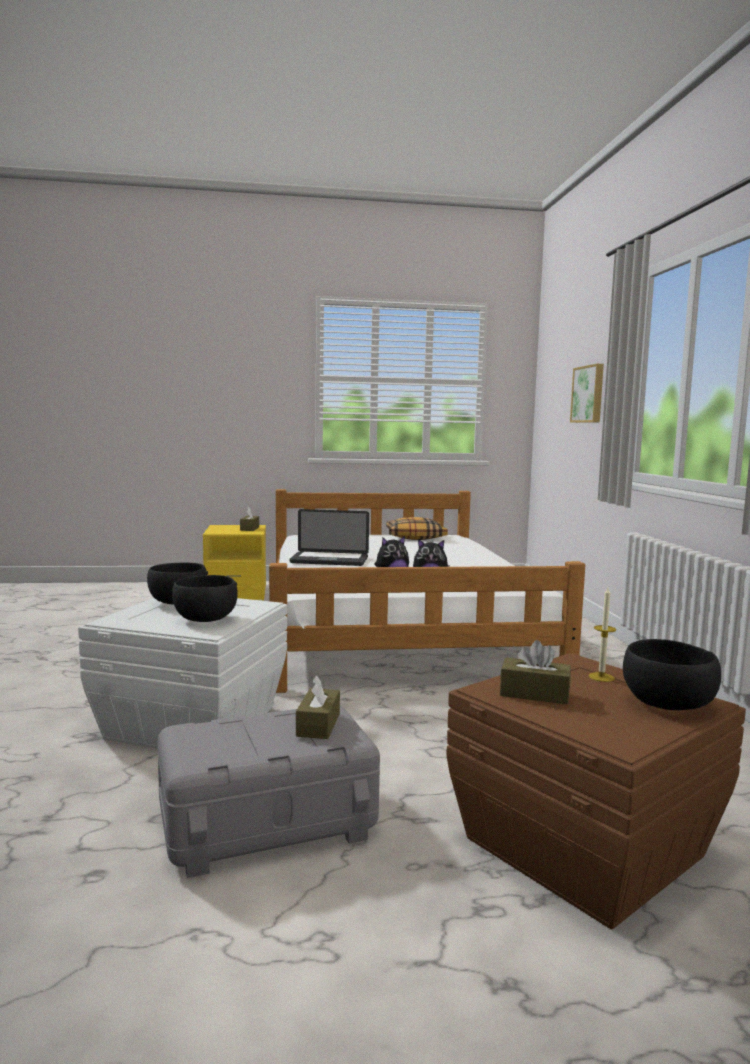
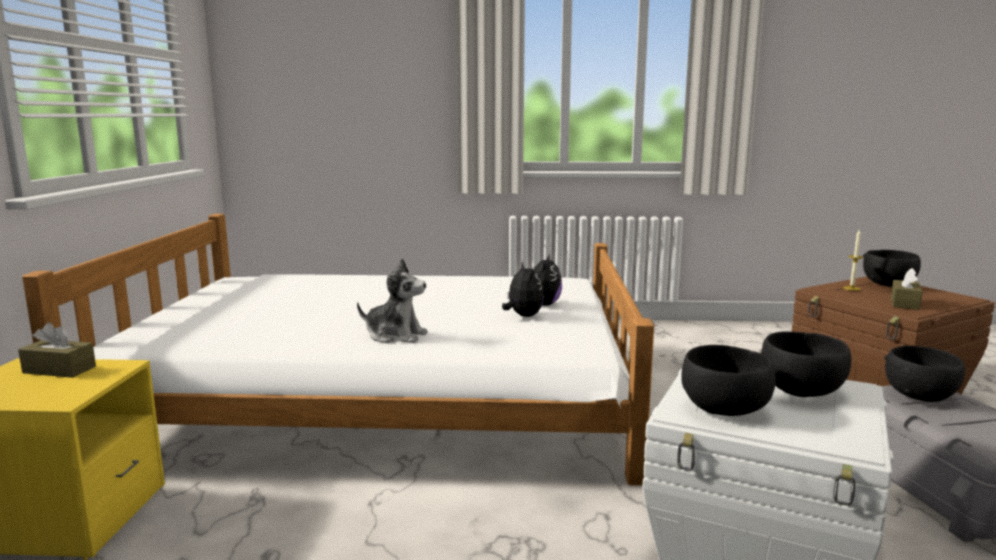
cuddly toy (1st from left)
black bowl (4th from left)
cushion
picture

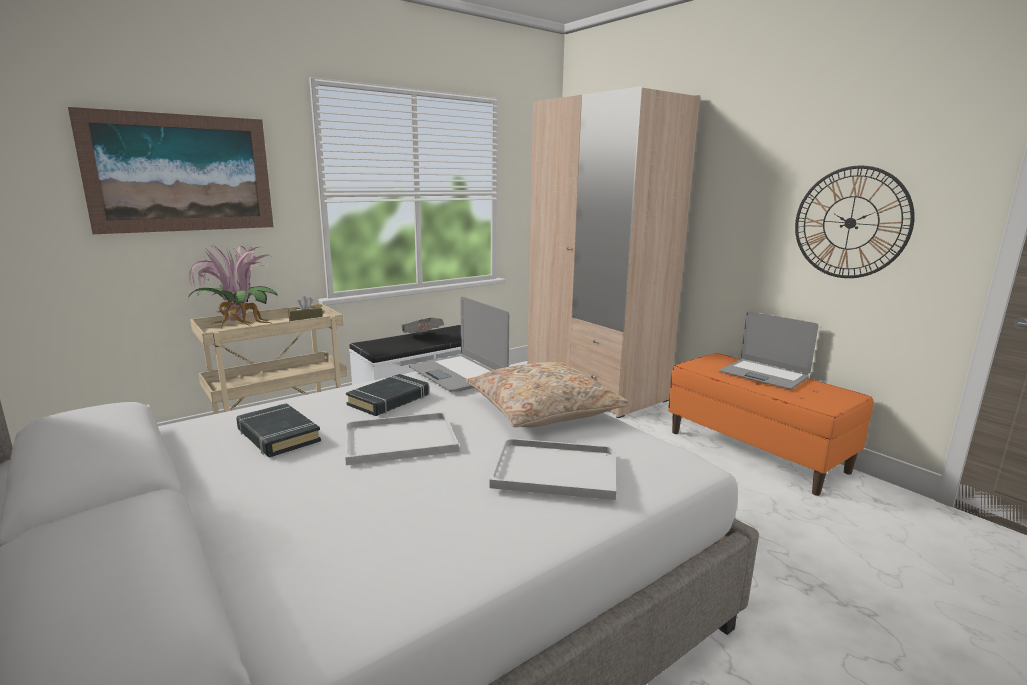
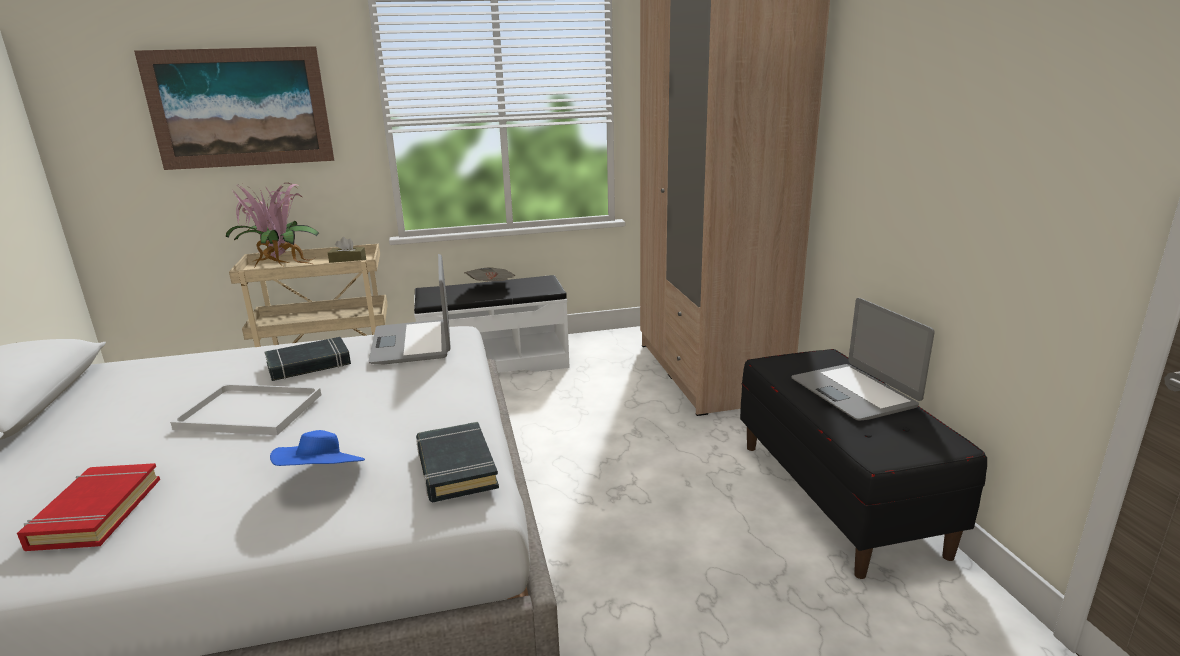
red volume
blue wearable hat
black volume (2nd from left)
black bench
beige-coloured cushion
wall clock

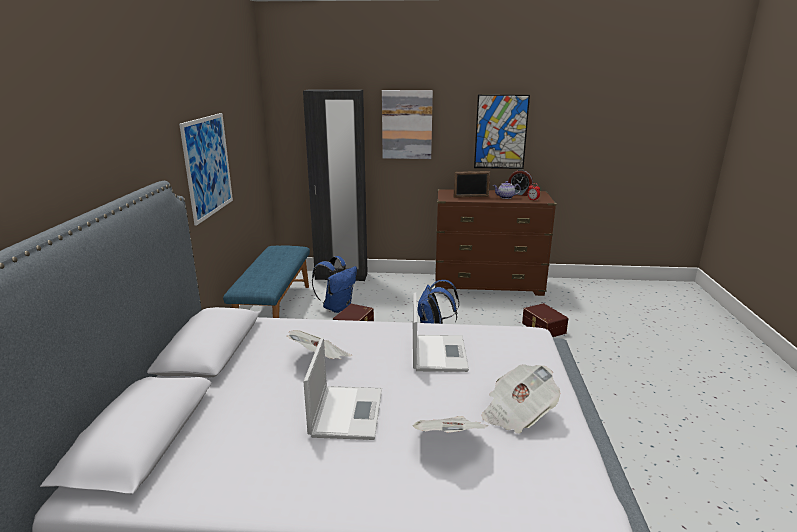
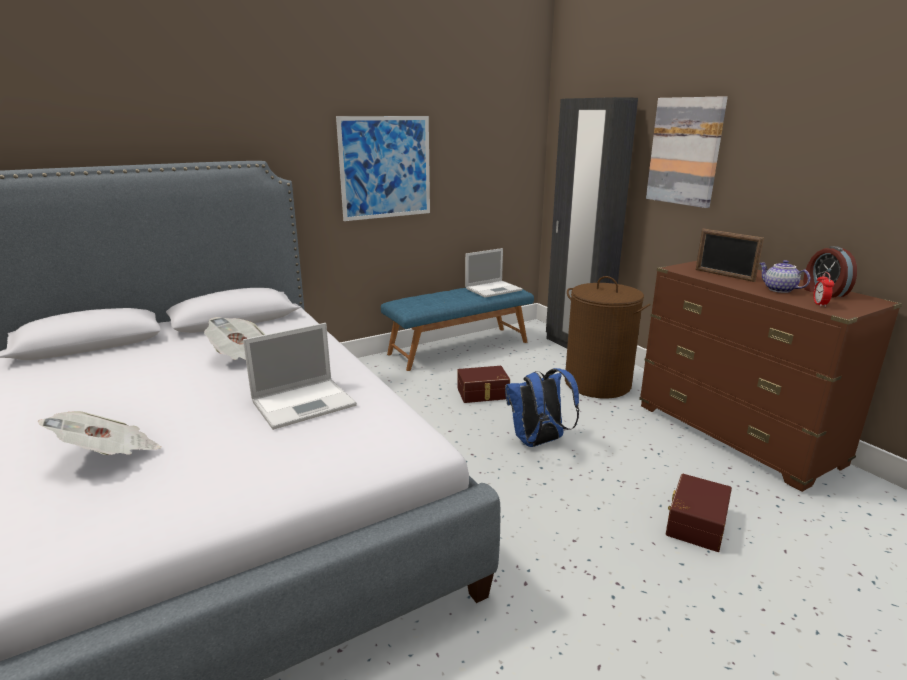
notebook computer (2nd from left)
brownish washing basket
blue backpack (1st from left in the first image)
picture (3rd from left in the first image)
printed paper (3rd from left in the first image)

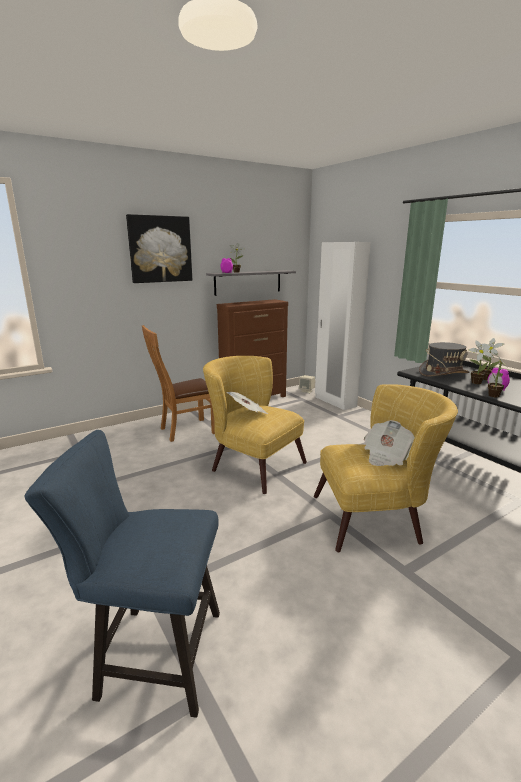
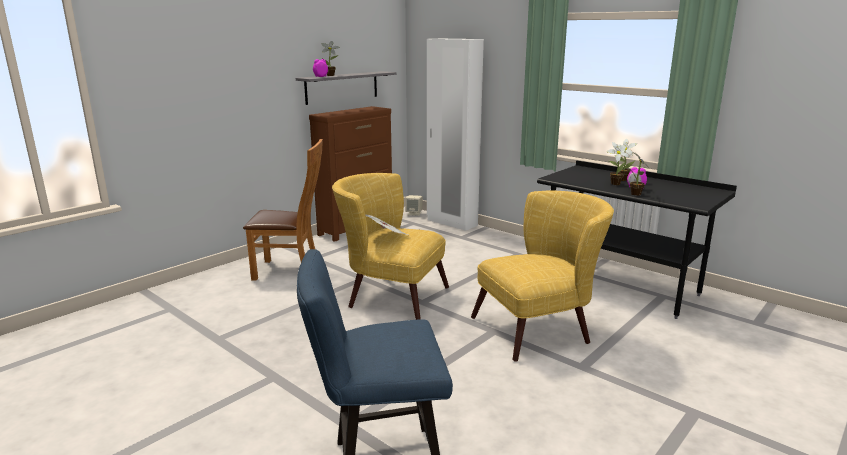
brownish upright chair
picture
printed paper (2nd from left in the first image)
grey wearable hat

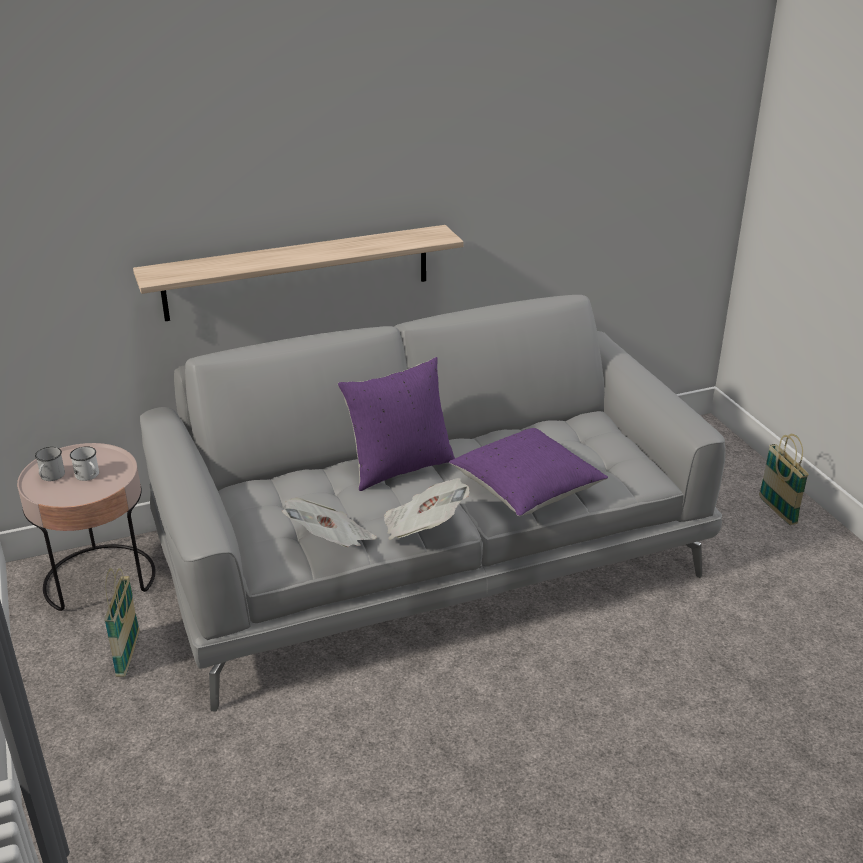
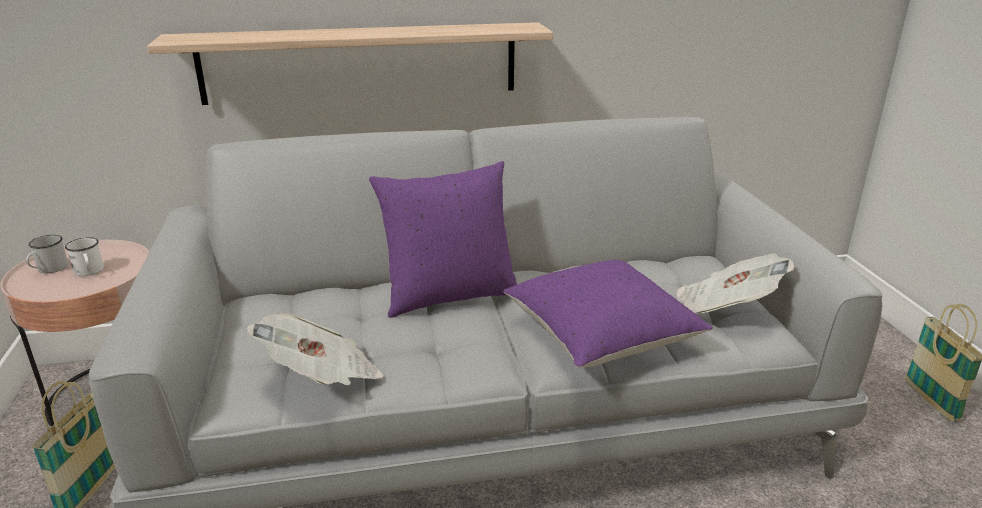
printed paper (2nd from left)

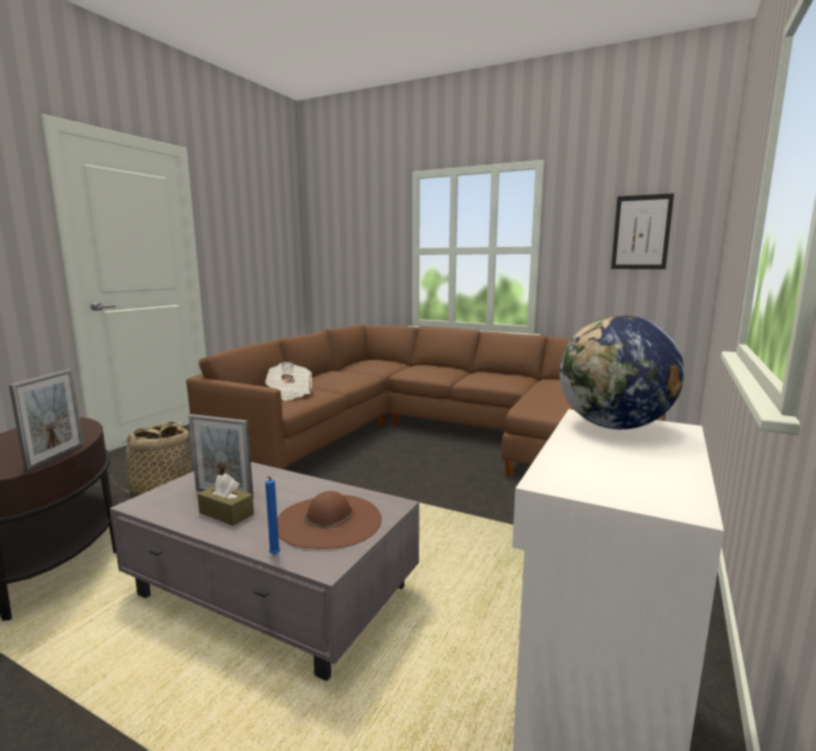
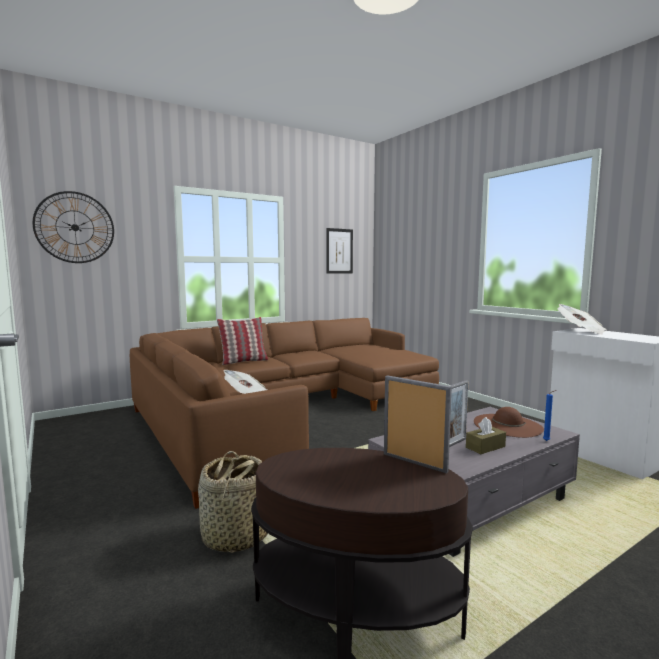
wall clock
cushion
printed paper (2nd from left)

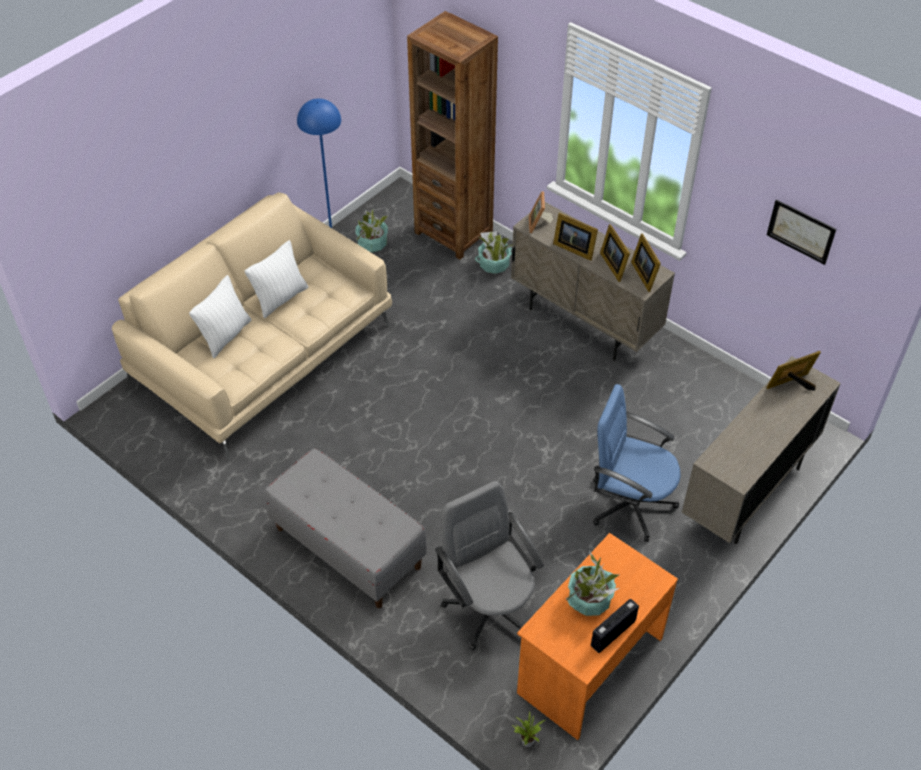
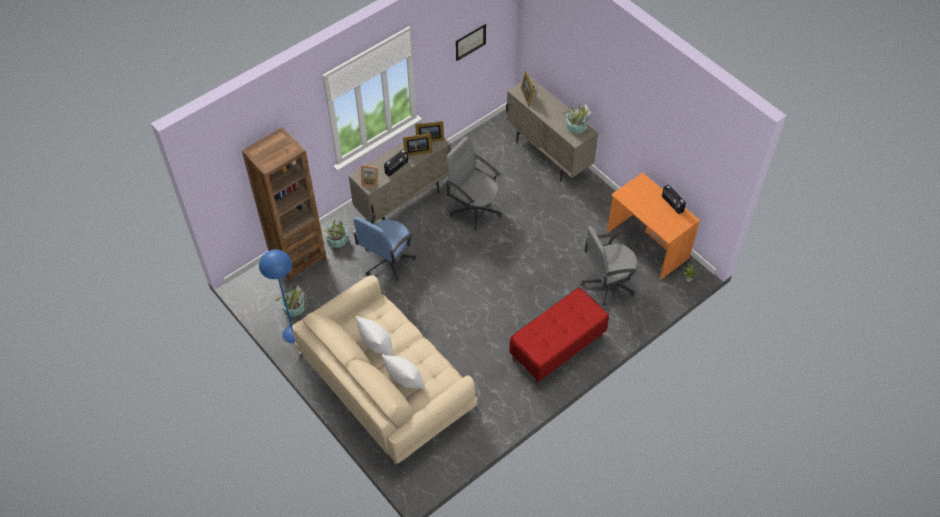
blue desk chair
radio (1st from left)
grey desk chair (1st from left)
red bench
potted plant (3rd from left)

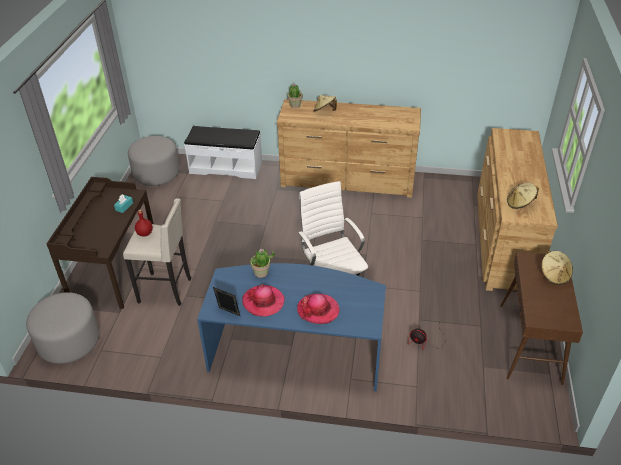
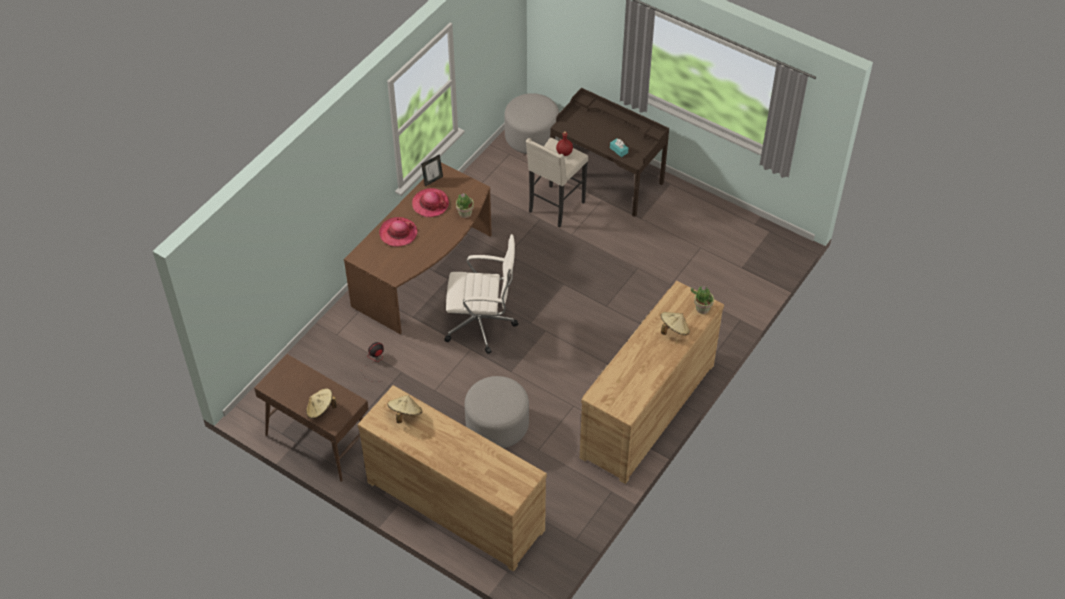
brownish desk table (1st from left)
grey ottoman (1st from left)
white-coloured bench

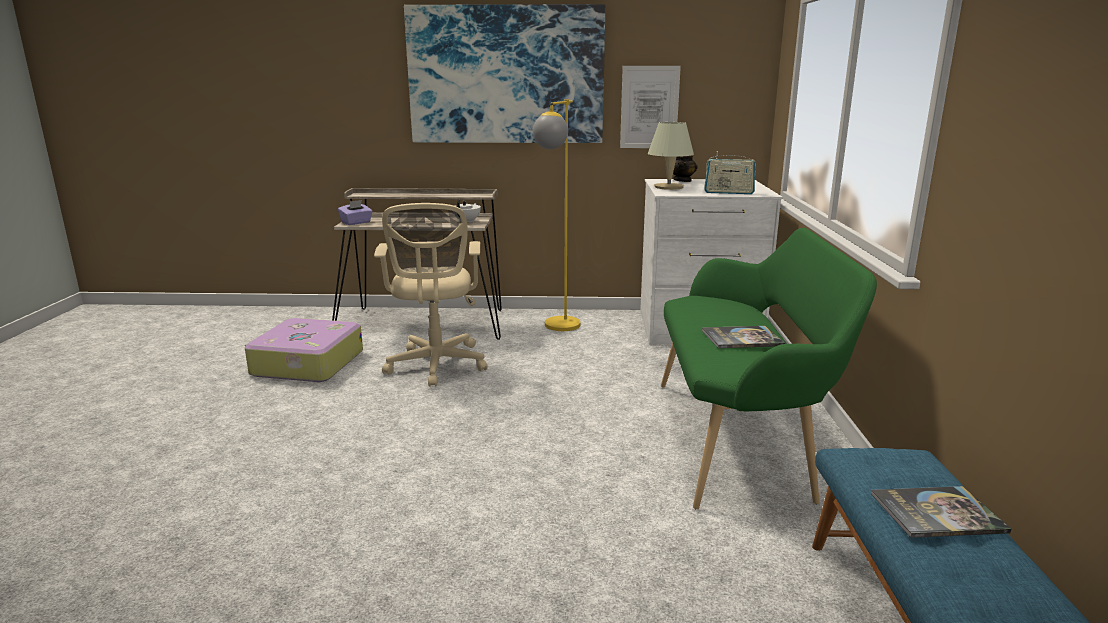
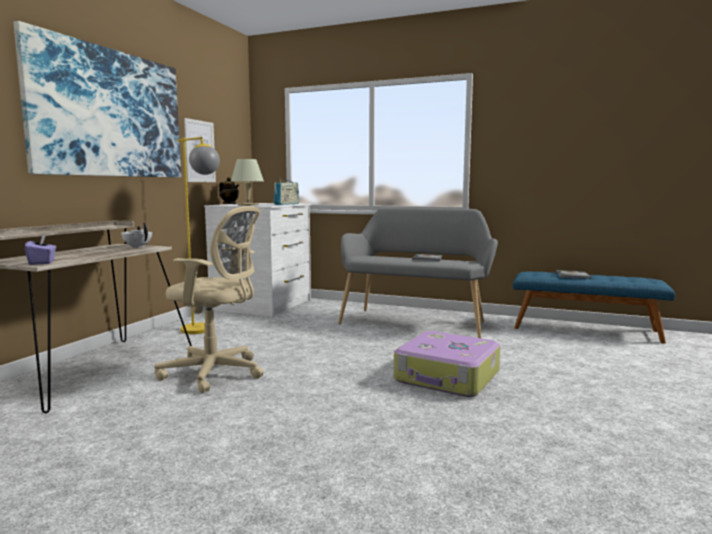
grey bench
piece of luggage

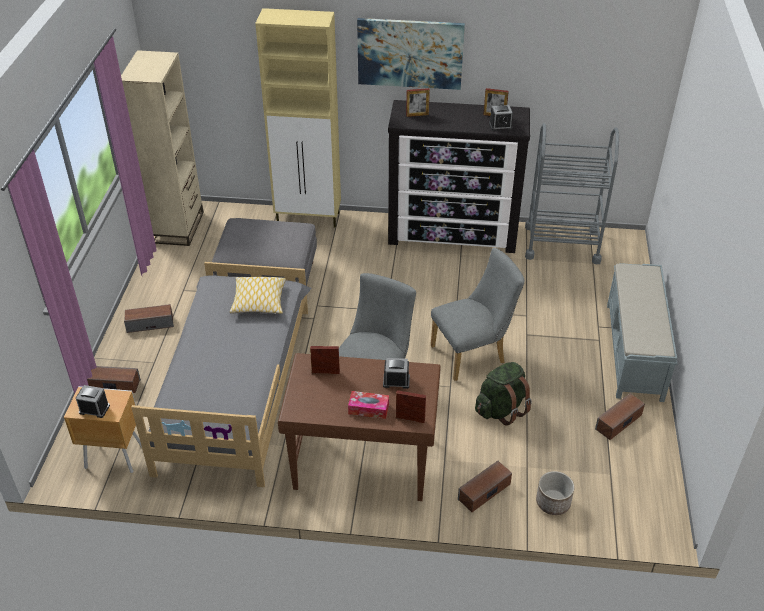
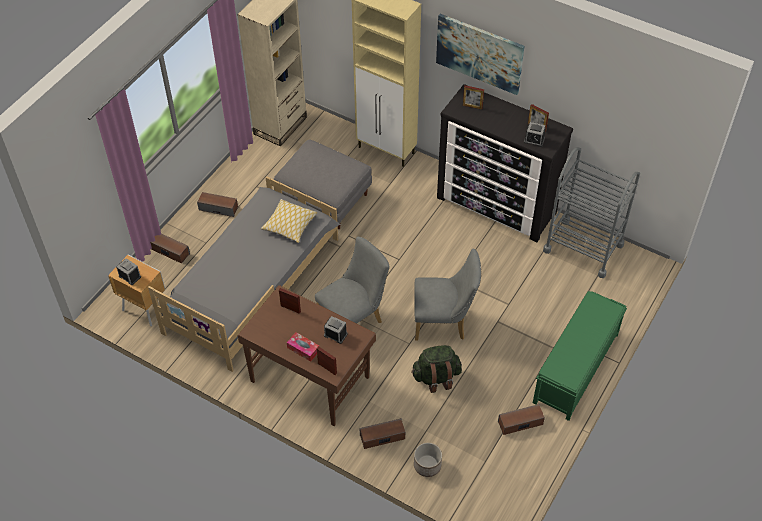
greenish bench

